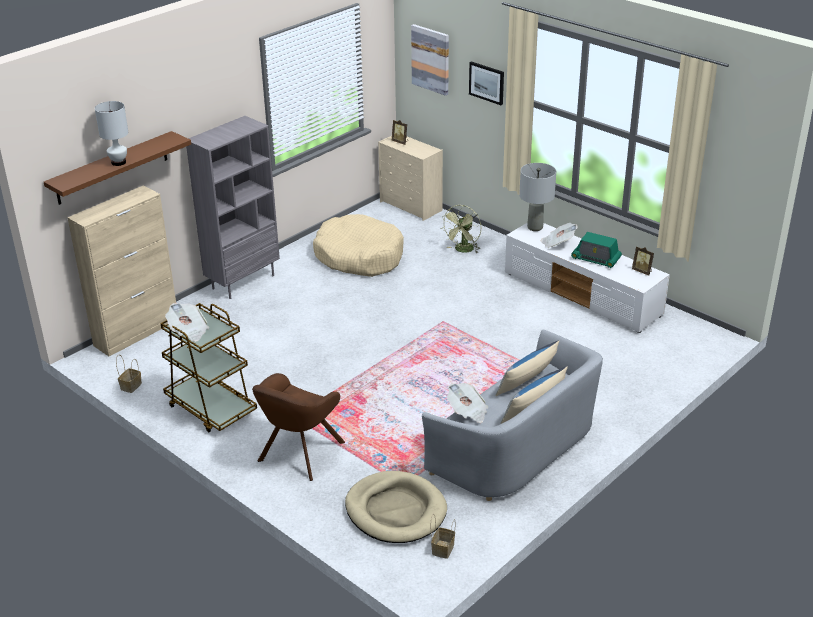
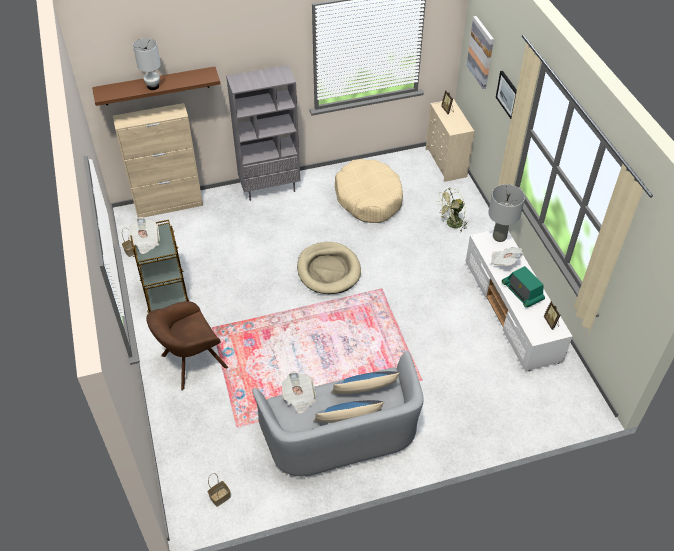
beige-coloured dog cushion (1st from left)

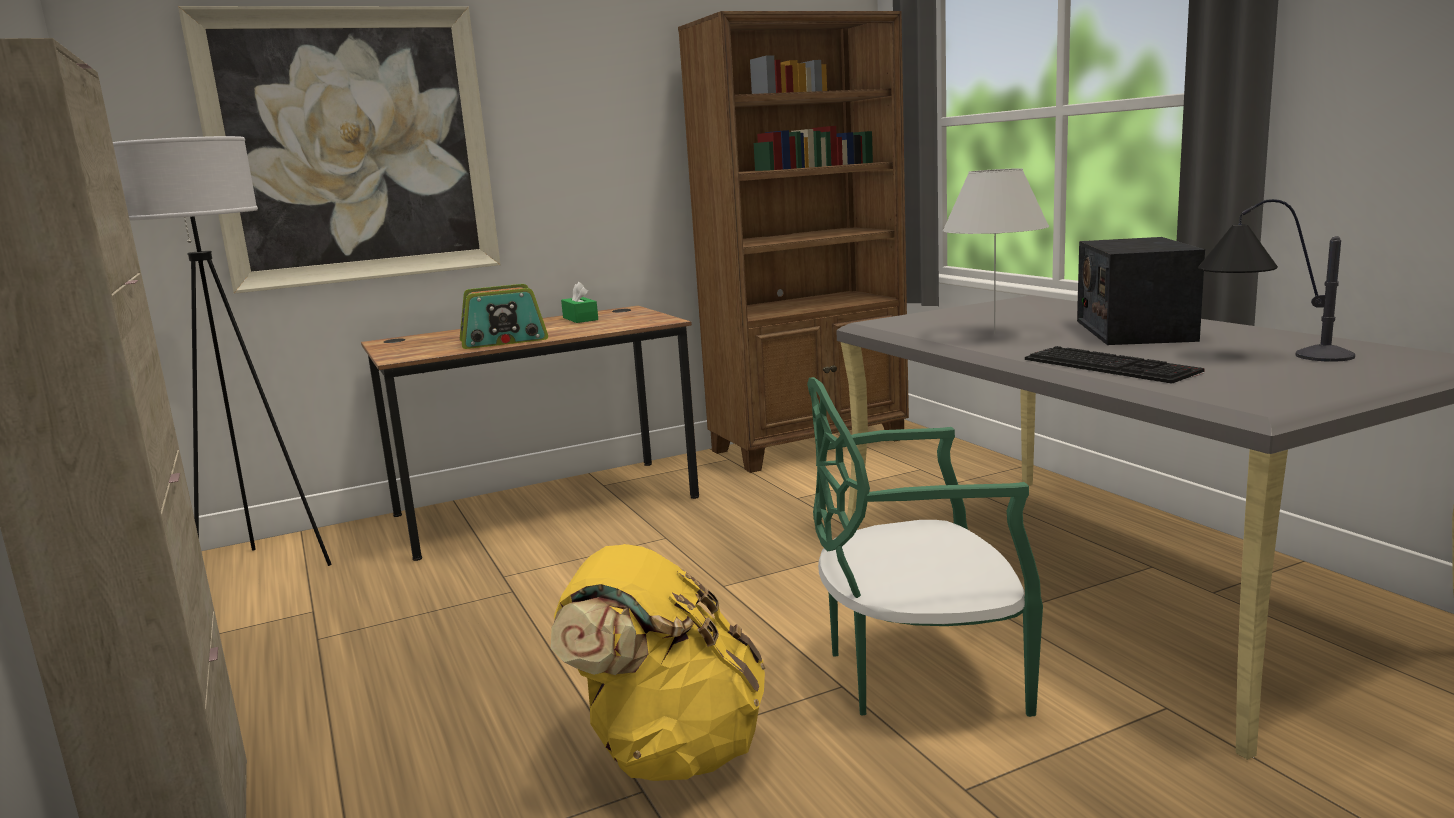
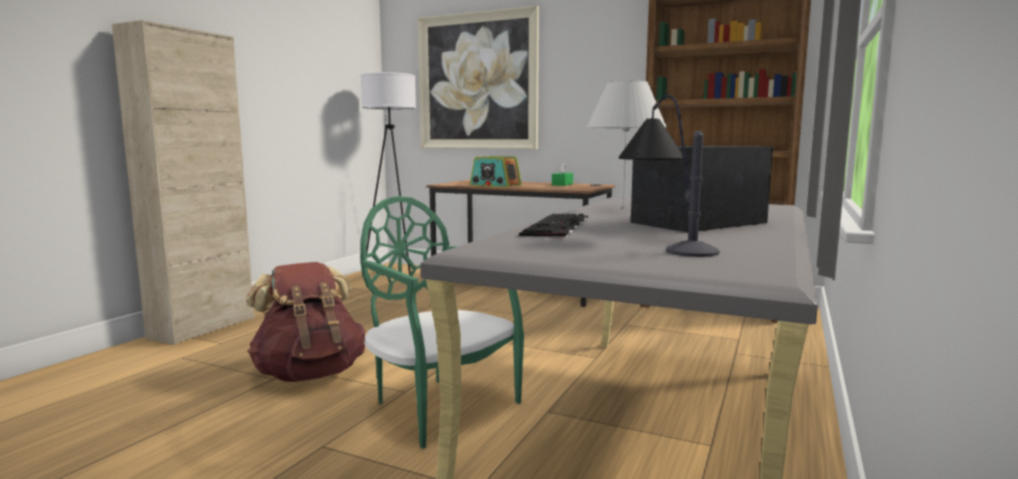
brownish backpack

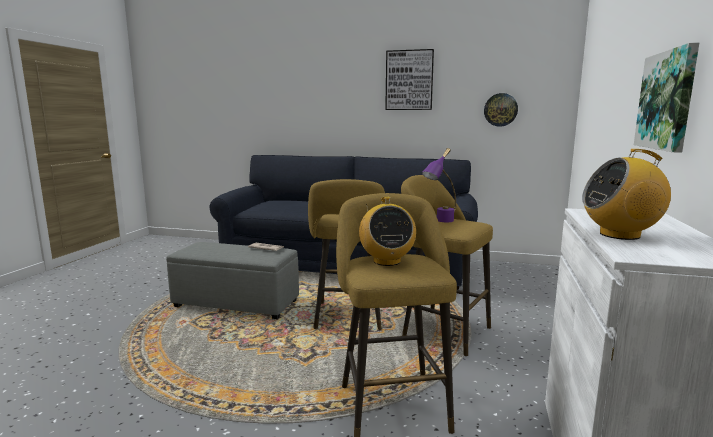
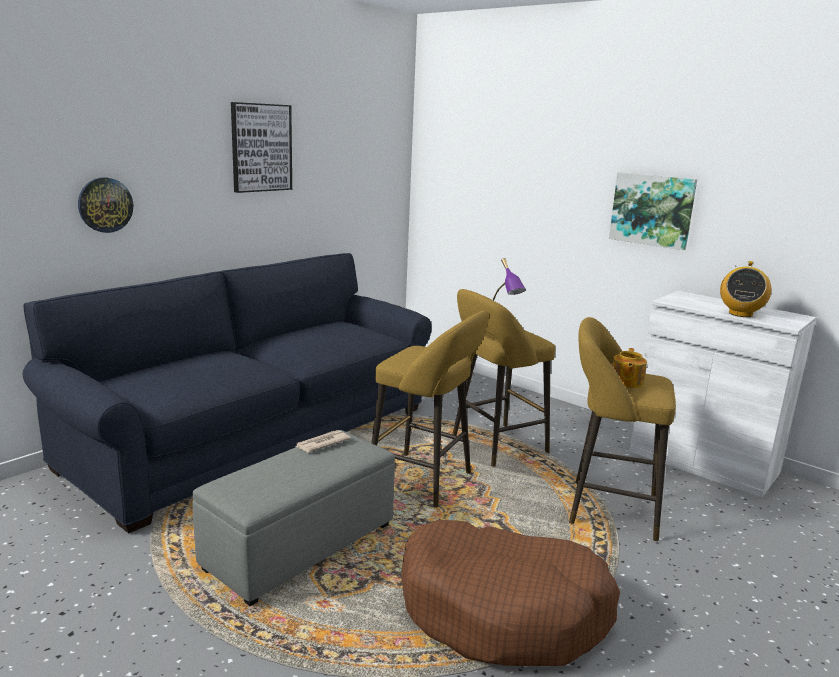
wall clock
brownish dog cushion
teapot

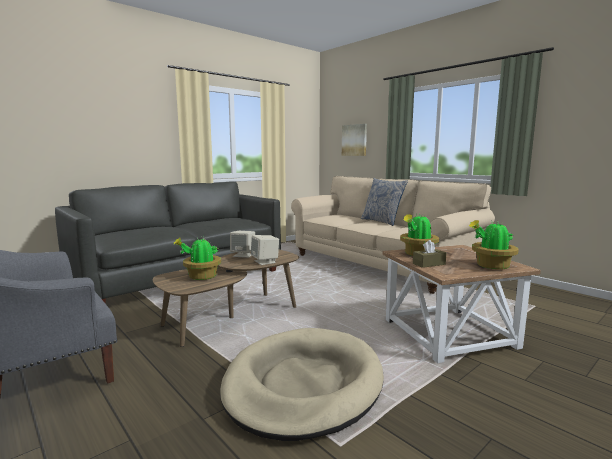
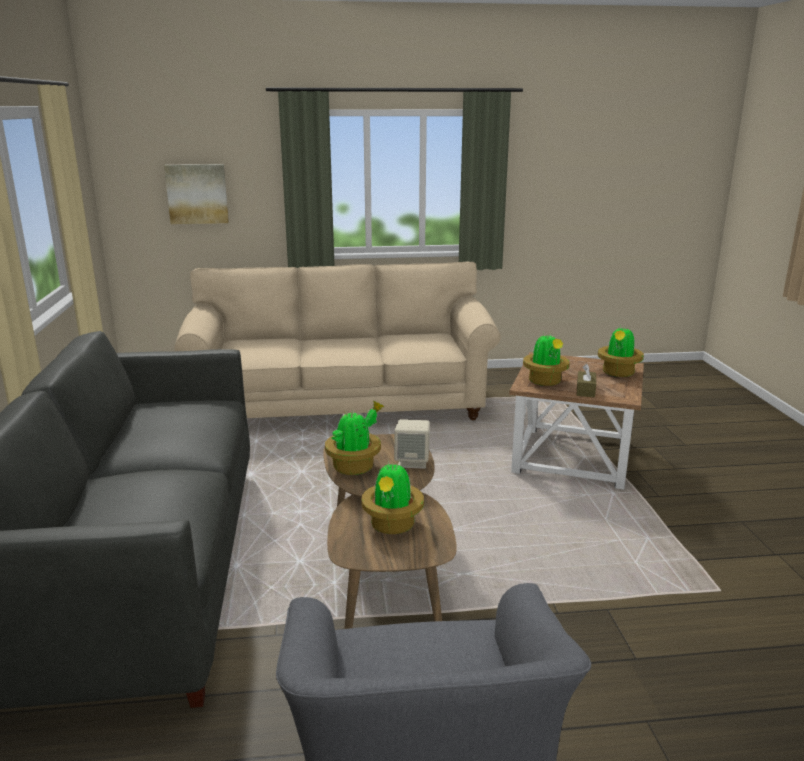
potted plant (1st from left)
beige-coloured dog cushion
cushion

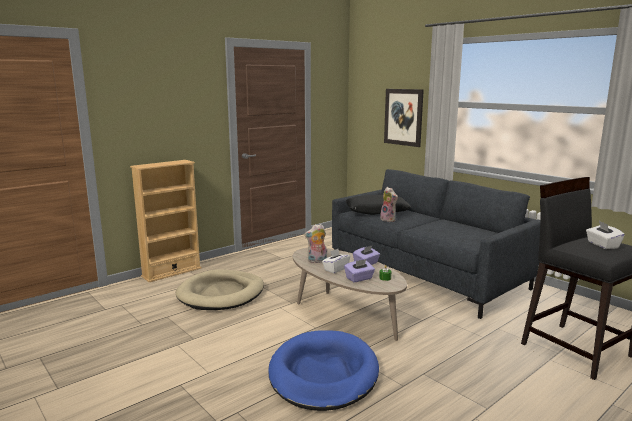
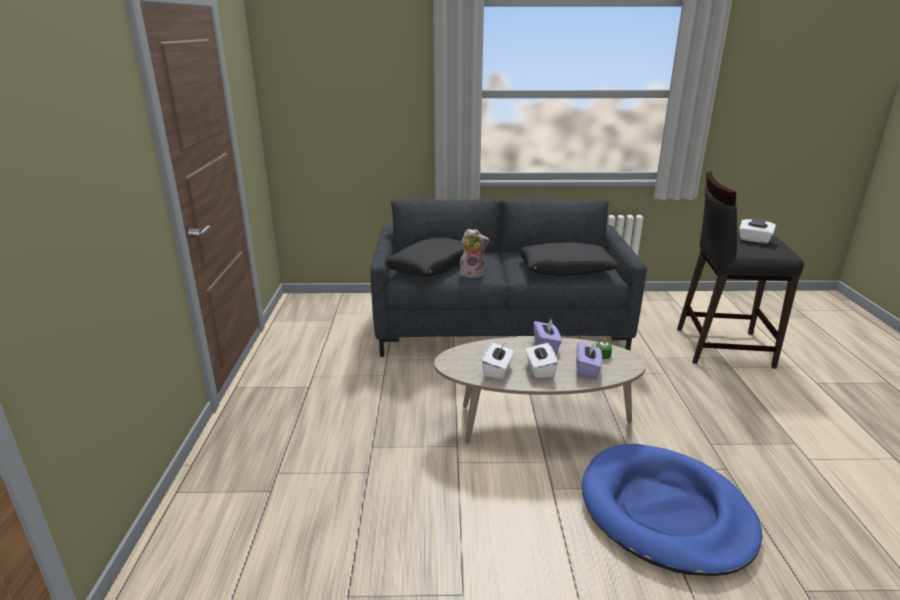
white-coloured tissue holder (1st from left)
black cushion (2nd from left)
beige-coloured bookshelf
beige-coloured dog cushion
picture

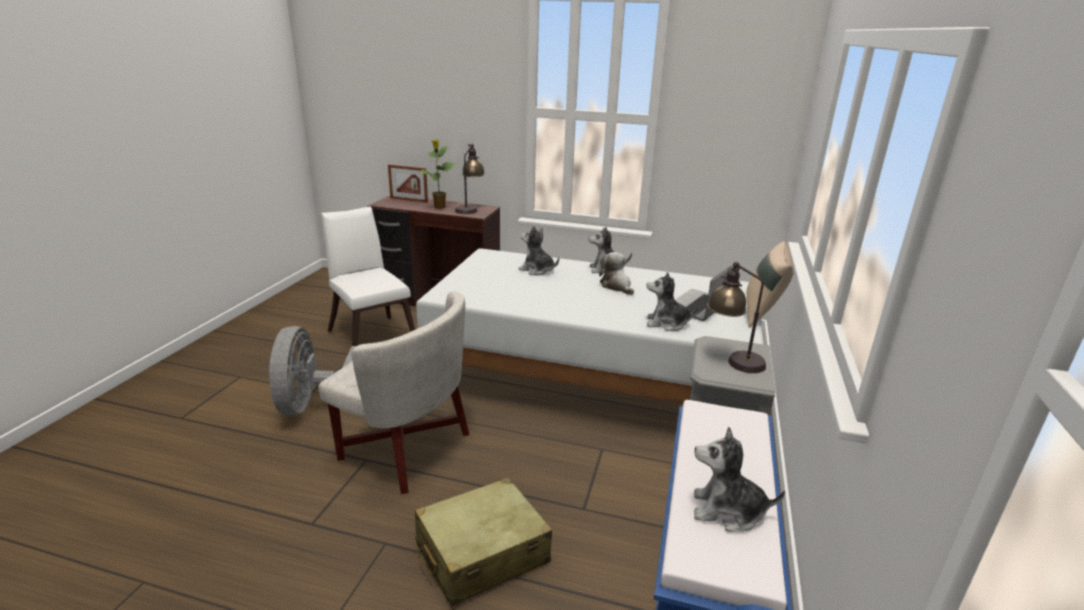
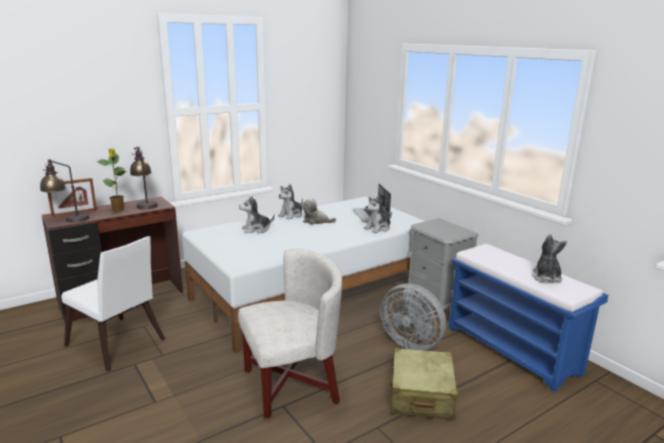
tabletop lamp (1st from left)
white-coloured upright chair
grey fan
cuddly toy (5th from left)
beige-coloured cushion

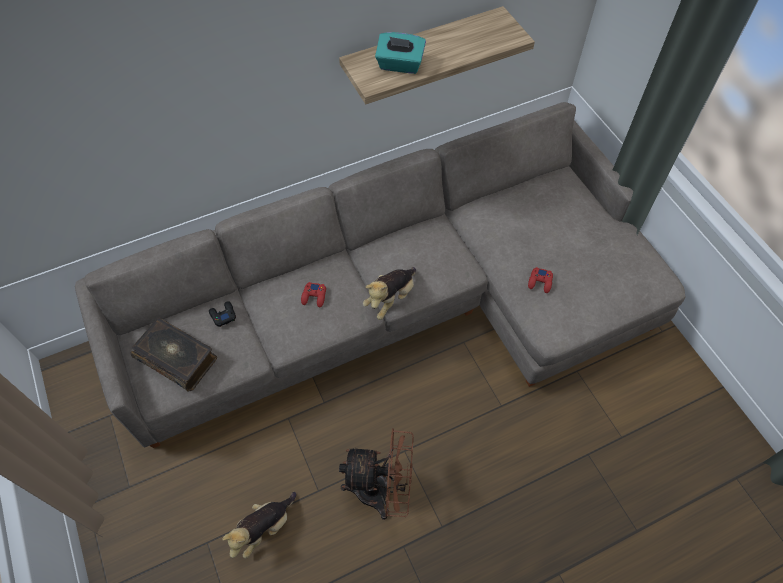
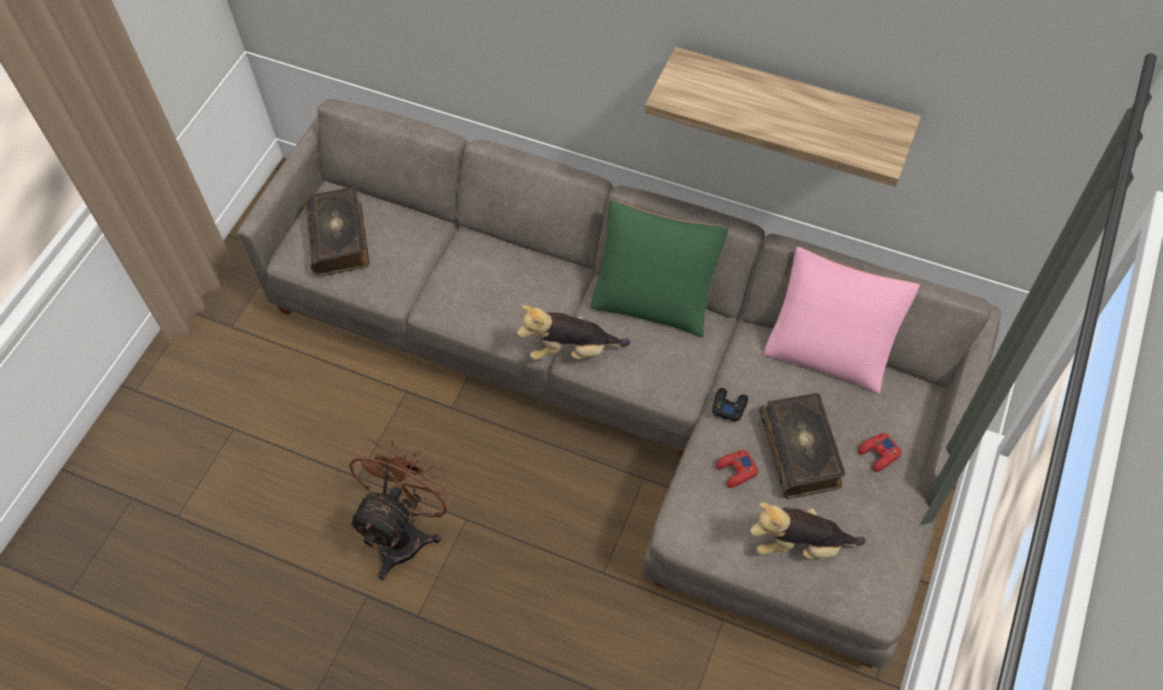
brownish fan
greenish cushion
black game controller
cuddly toy (2nd from left)
volume (2nd from left)
pinkish cushion
red game controller (2nd from left)
turquoise tissue holder

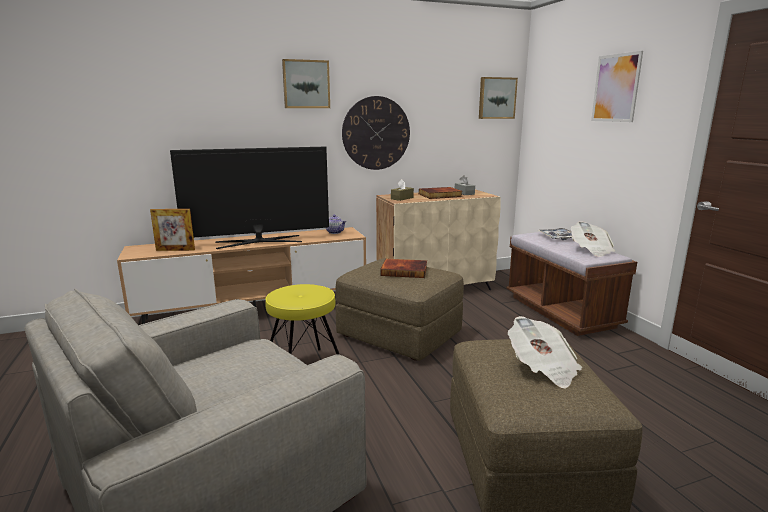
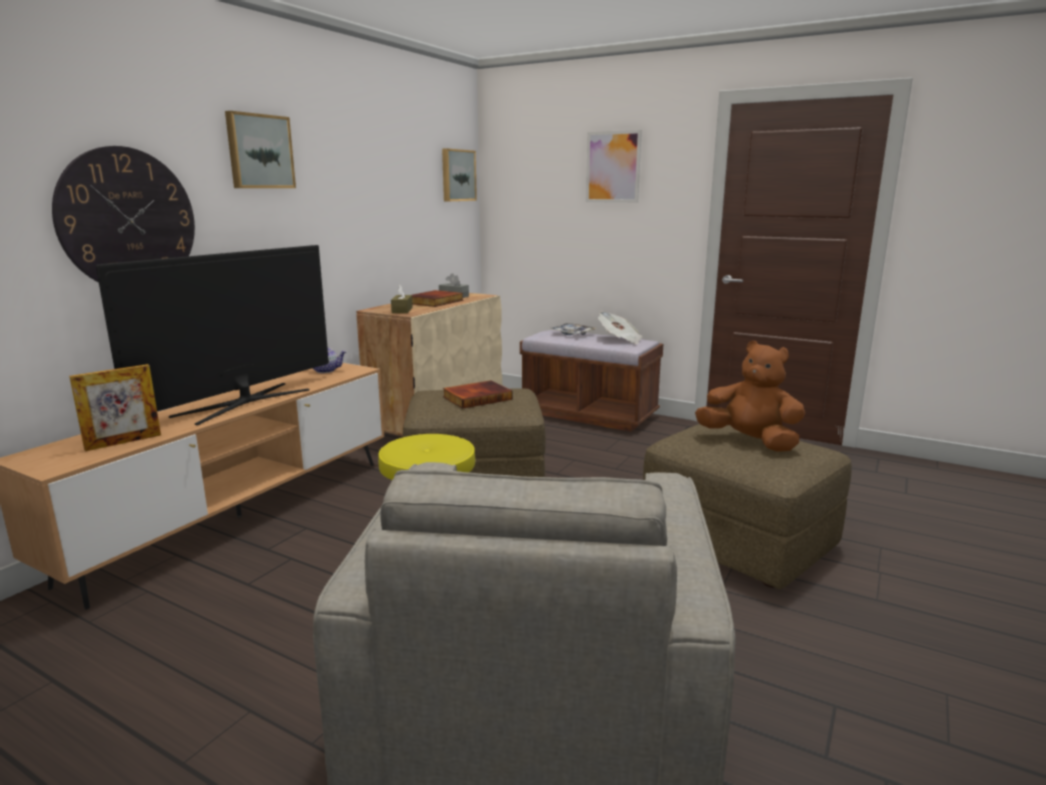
wall clock
brownish cuddly toy

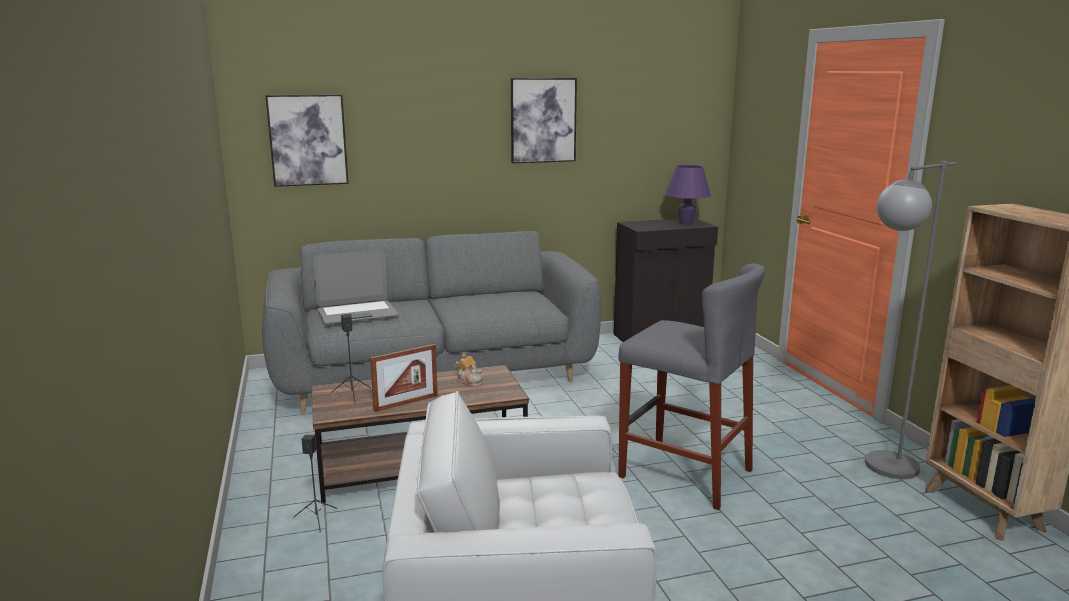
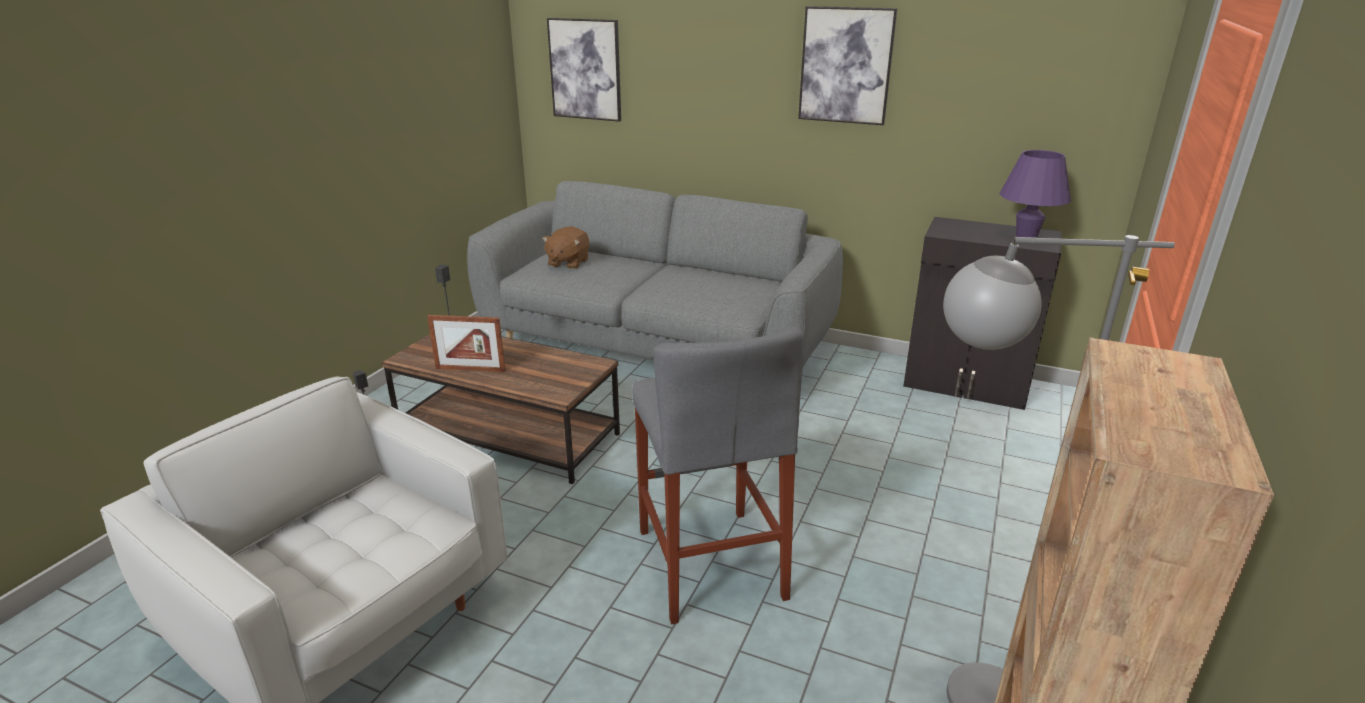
brownish cuddly toy
teapot

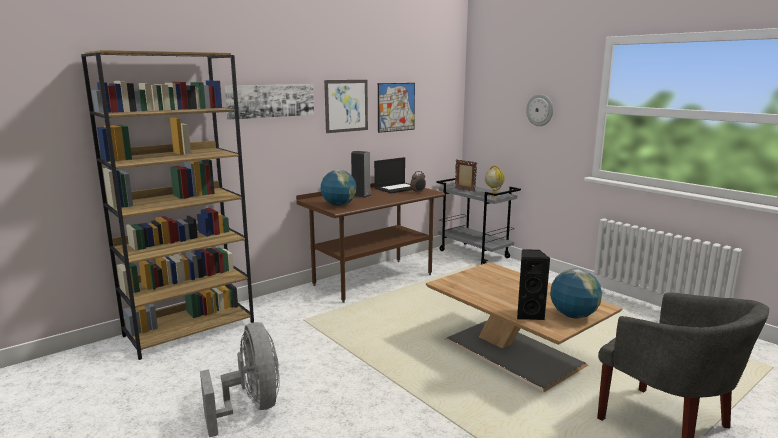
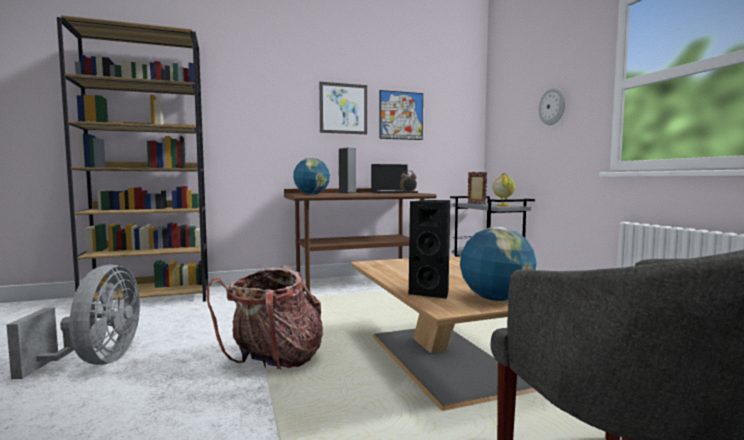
backpack
picture (1st from left in the first image)

